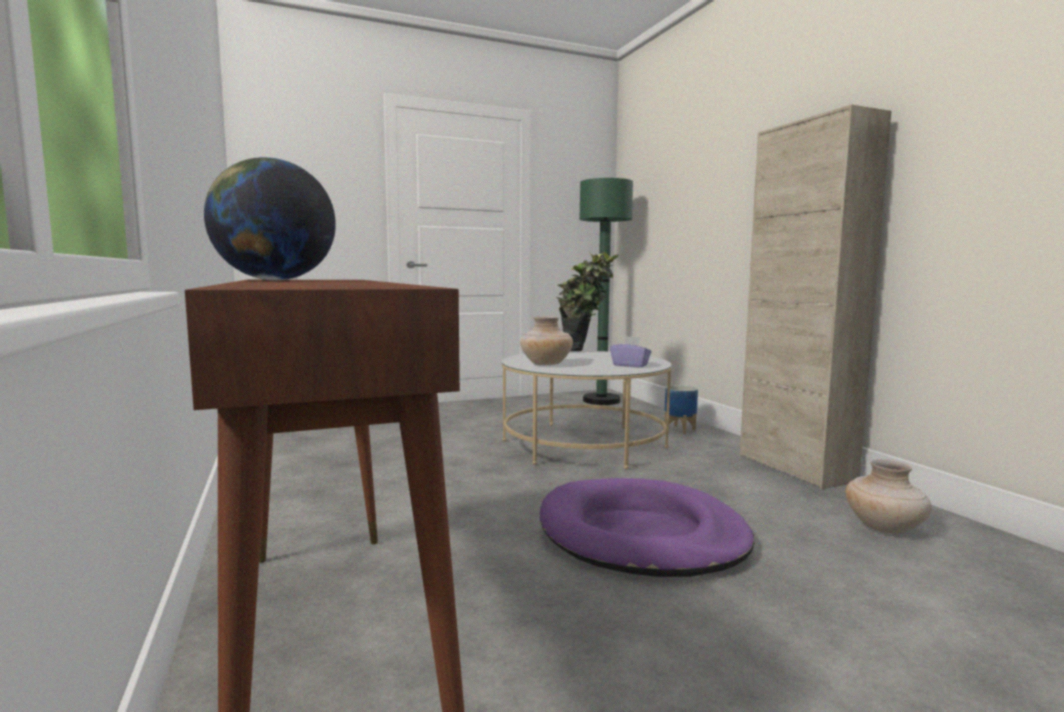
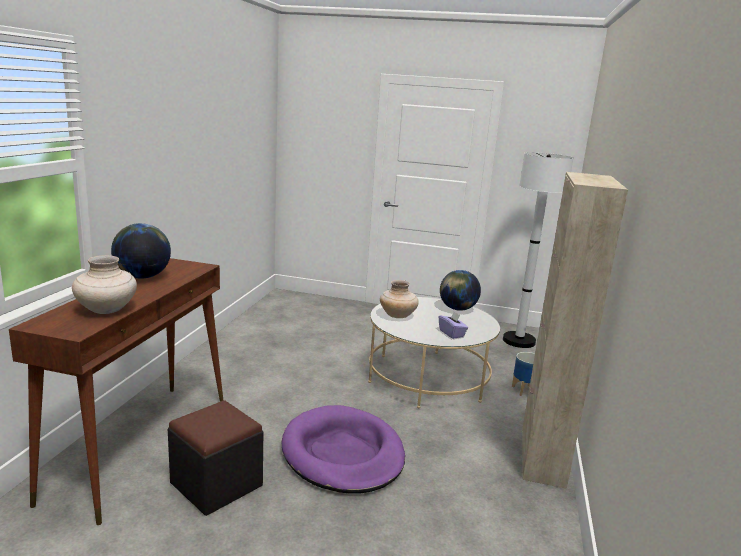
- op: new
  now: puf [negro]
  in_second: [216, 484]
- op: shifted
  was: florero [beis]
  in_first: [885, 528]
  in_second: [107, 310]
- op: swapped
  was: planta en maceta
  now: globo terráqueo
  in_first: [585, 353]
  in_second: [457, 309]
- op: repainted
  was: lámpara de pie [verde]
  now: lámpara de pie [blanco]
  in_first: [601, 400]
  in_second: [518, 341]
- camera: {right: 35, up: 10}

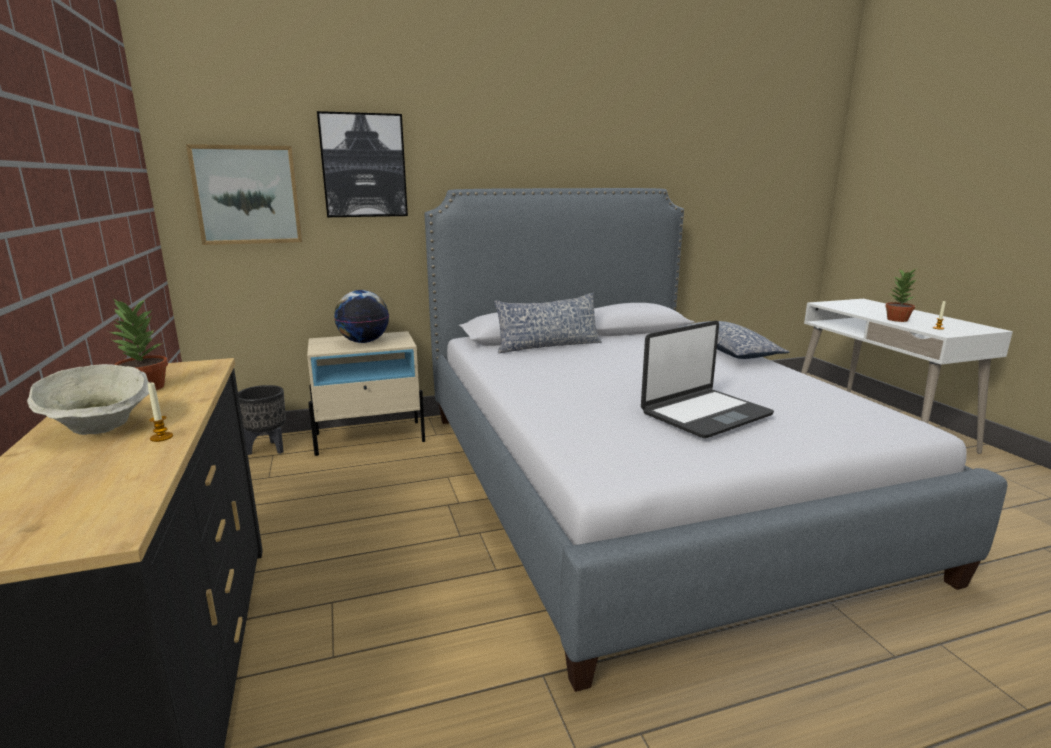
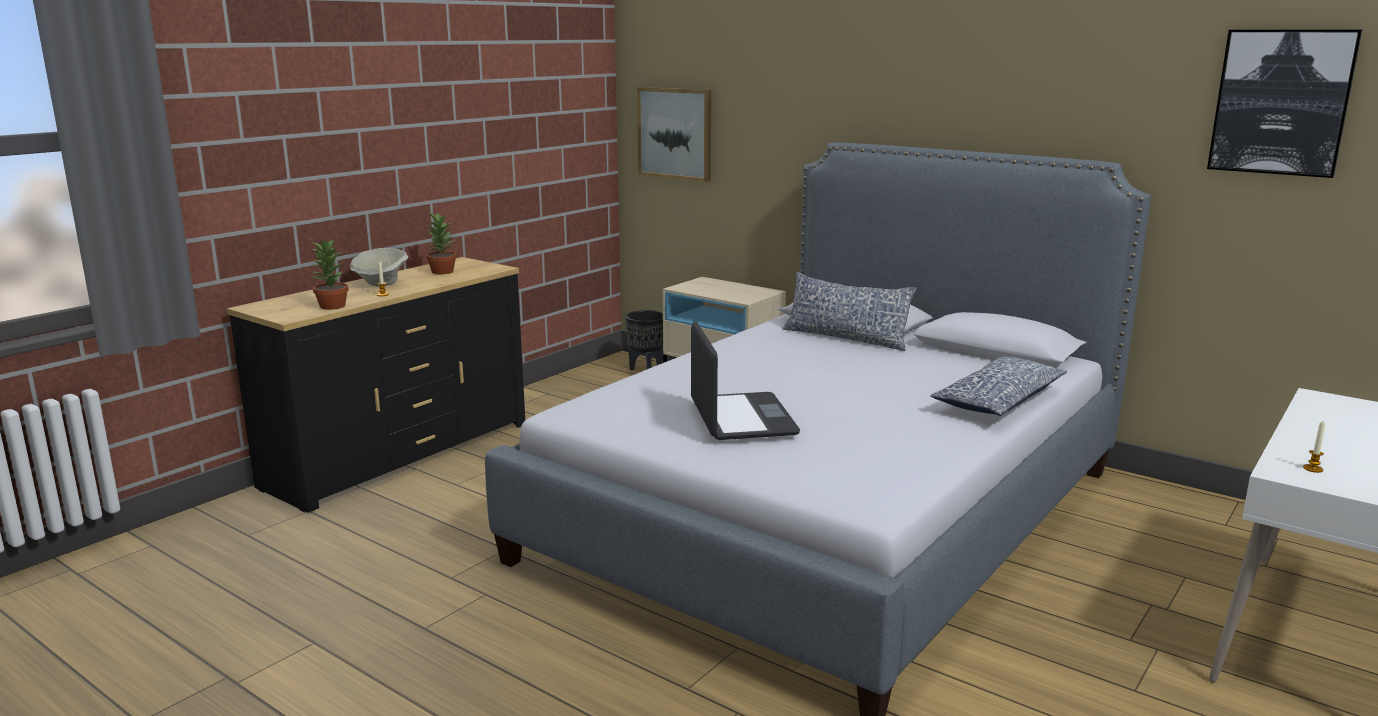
- op: gone
  was: globo terráqueo
  in_first: [364, 342]
- op: shifted
  was: cuadro
  in_first: [363, 166]
  in_second: [1281, 102]
- op: shifted
  was: planta en maceta
  in_first: [897, 320]
  in_second: [332, 306]
- op: rotated
  was: portátil
  in_first: [705, 414]
  in_second: [741, 418]
  clockwise: -120
- camera: {right: 55, up: 0}

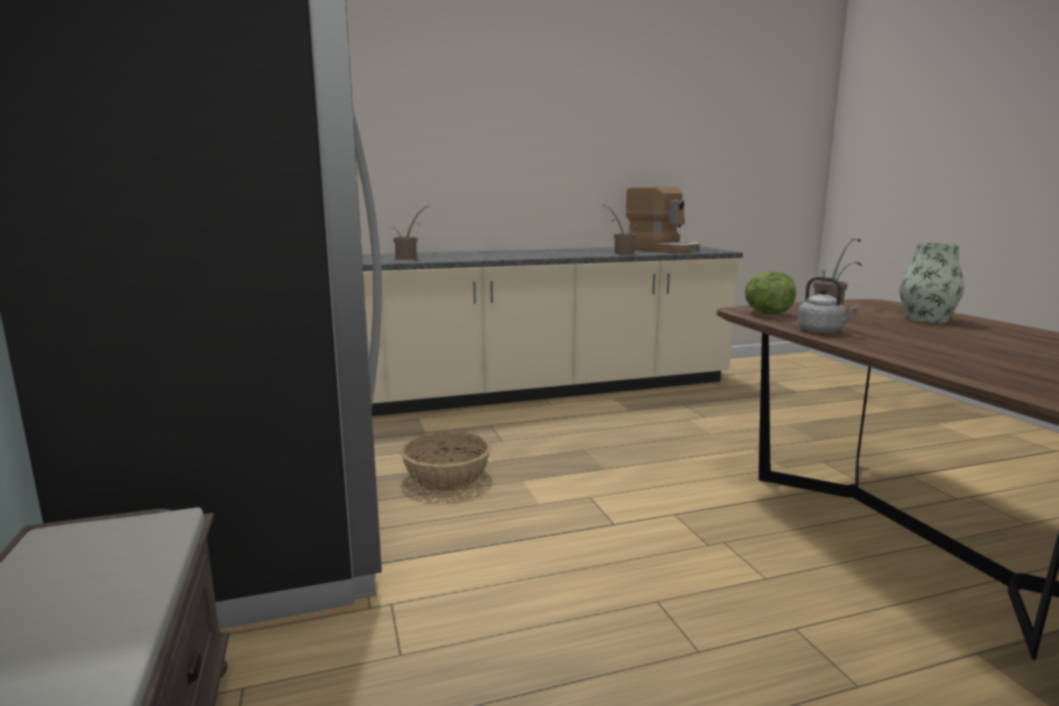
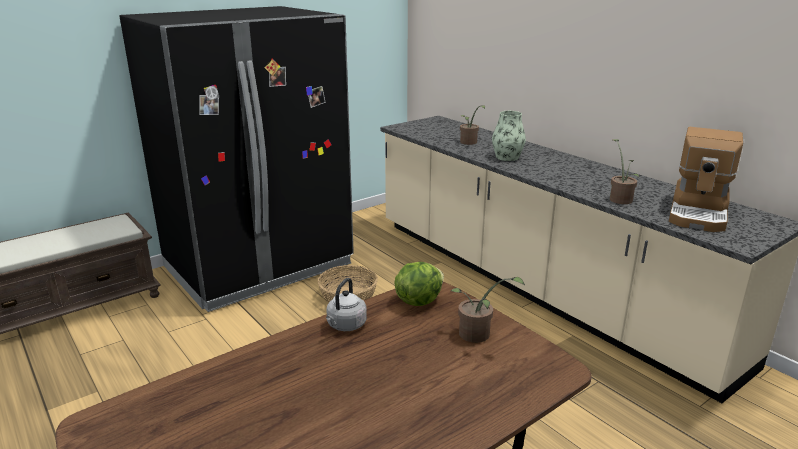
- op: shifted
  was: florero
  in_first: [926, 319]
  in_second: [507, 157]
- camera: {right: 70, up: 10}

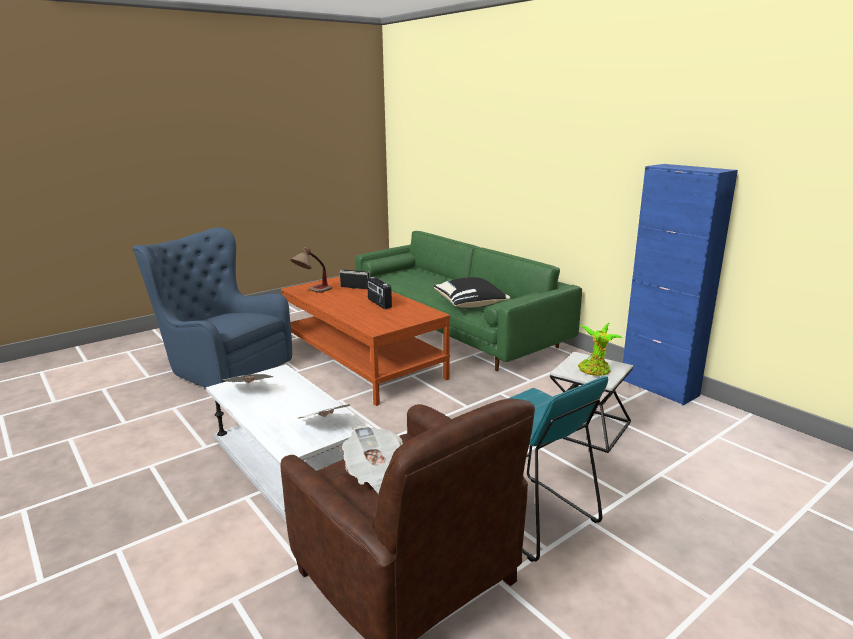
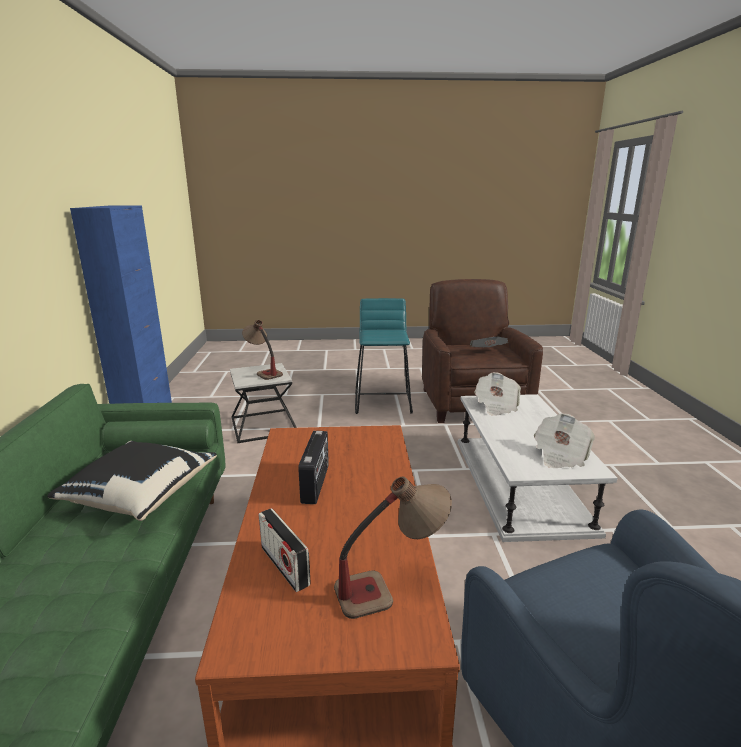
- op: swapped
  was: planta en maceta
  now: lámpara de mesa
  in_first: [595, 371]
  in_second: [263, 372]
- camera: {right: -145, up: 0}

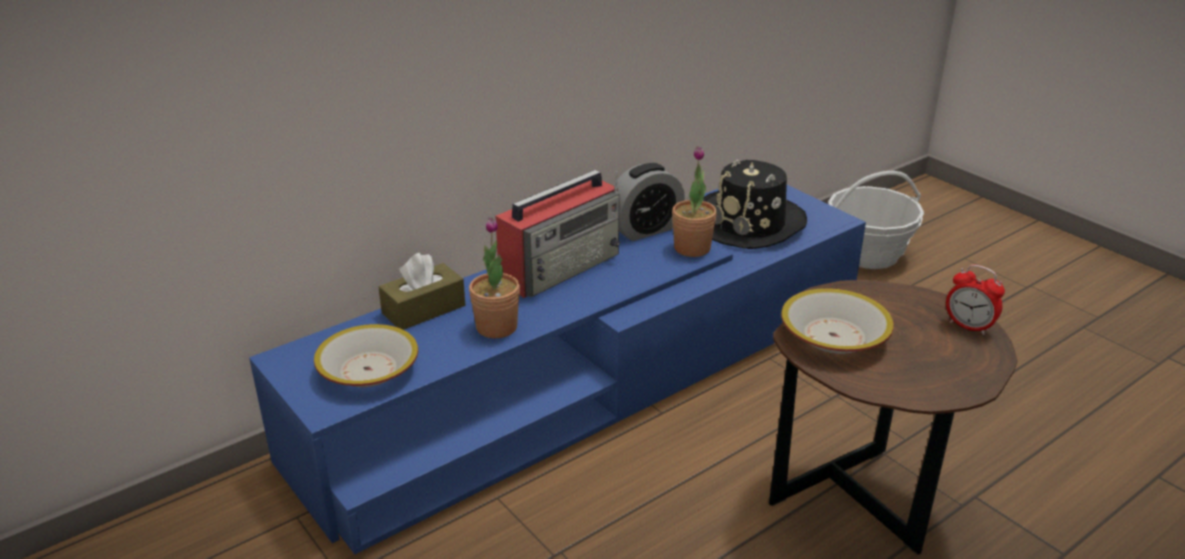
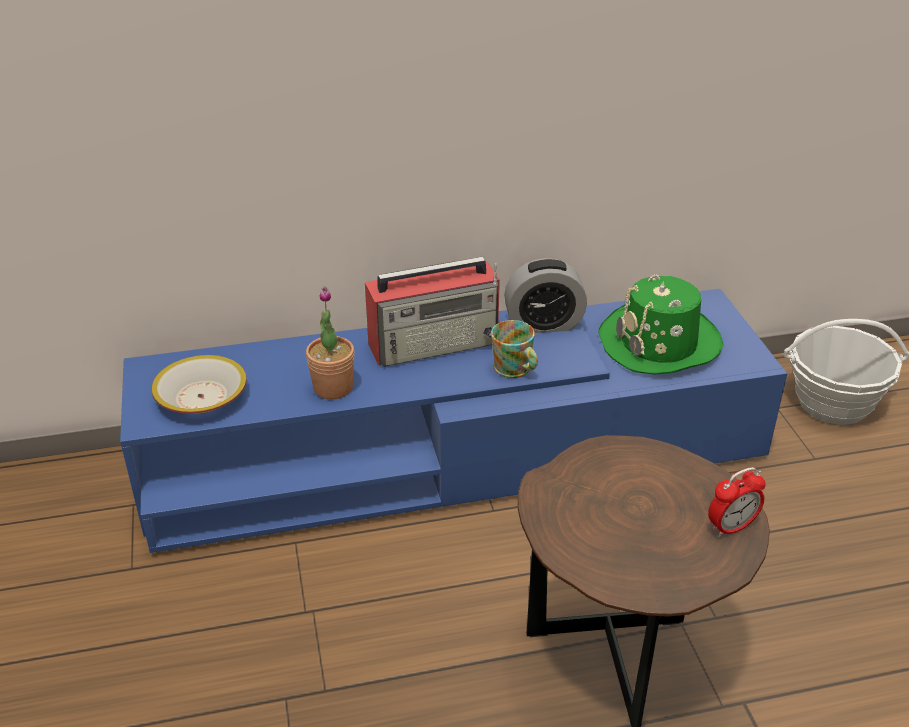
- op: gone
  was: caja de pañuelos [marrón]
  in_first: [423, 309]
- op: gone
  was: planta en maceta
  in_first: [692, 248]
- op: gone
  was: cuenco
  in_first: [833, 336]
- op: new
  now: taza grande
  in_second: [515, 370]
- op: repainted
  was: sombrero [negro]
  now: sombrero [verde]
  in_first: [750, 223]
  in_second: [660, 343]
- op: rotated
  was: despertador
  in_first: [968, 326]
  in_second: [731, 527]
  clockwise: -90
- camera: {right: 25, up: 5}

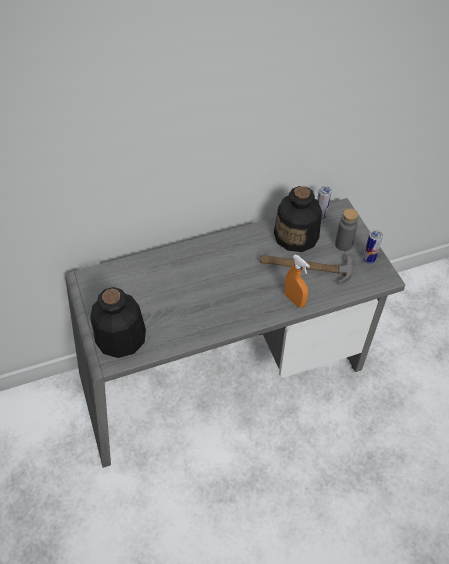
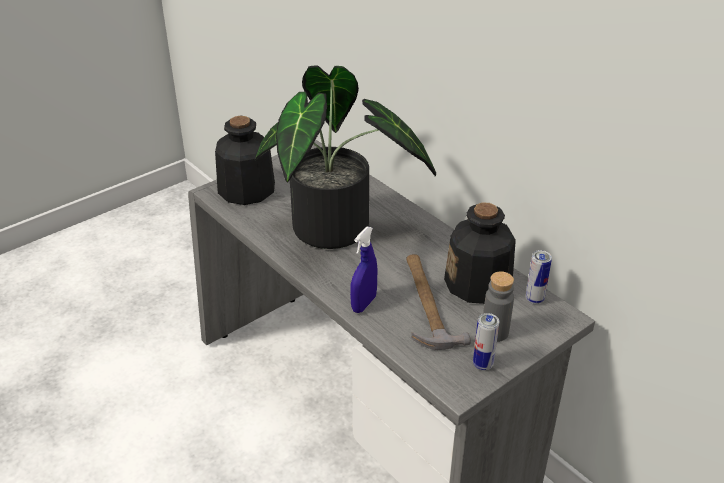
- op: new
  now: planta en maceta
  in_second: [338, 231]
- op: repainted
  was: pulverizador [naranja]
  now: pulverizador [azul]
  in_first: [294, 300]
  in_second: [364, 304]
- camera: {right: 70, up: -15}

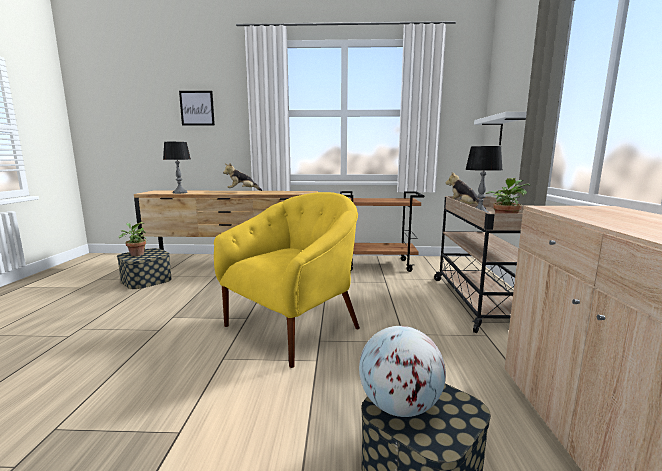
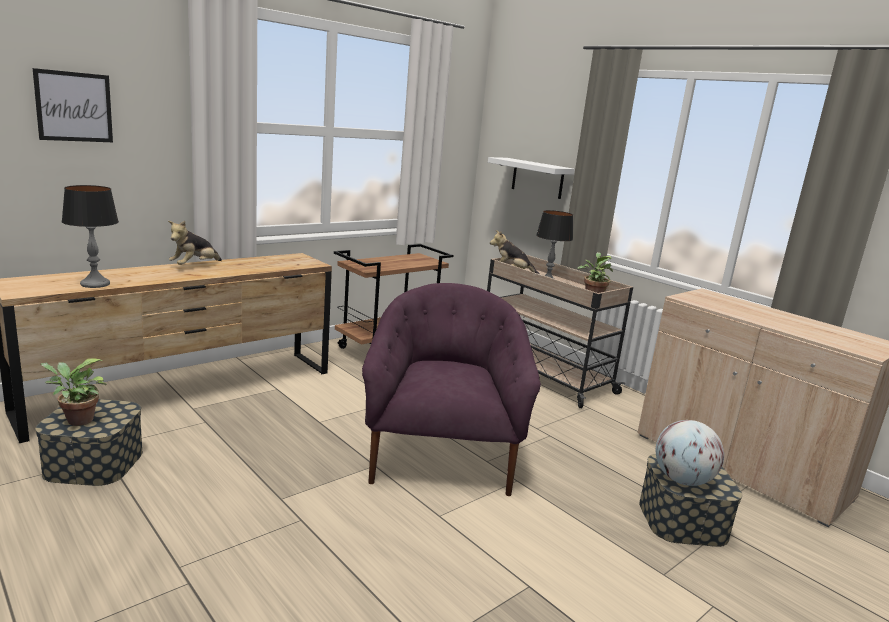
- op: repainted
  was: sillón [amarillo]
  now: sillón [morado]
  in_first: [293, 327]
  in_second: [441, 457]
- camera: {right: -45, up: 5}

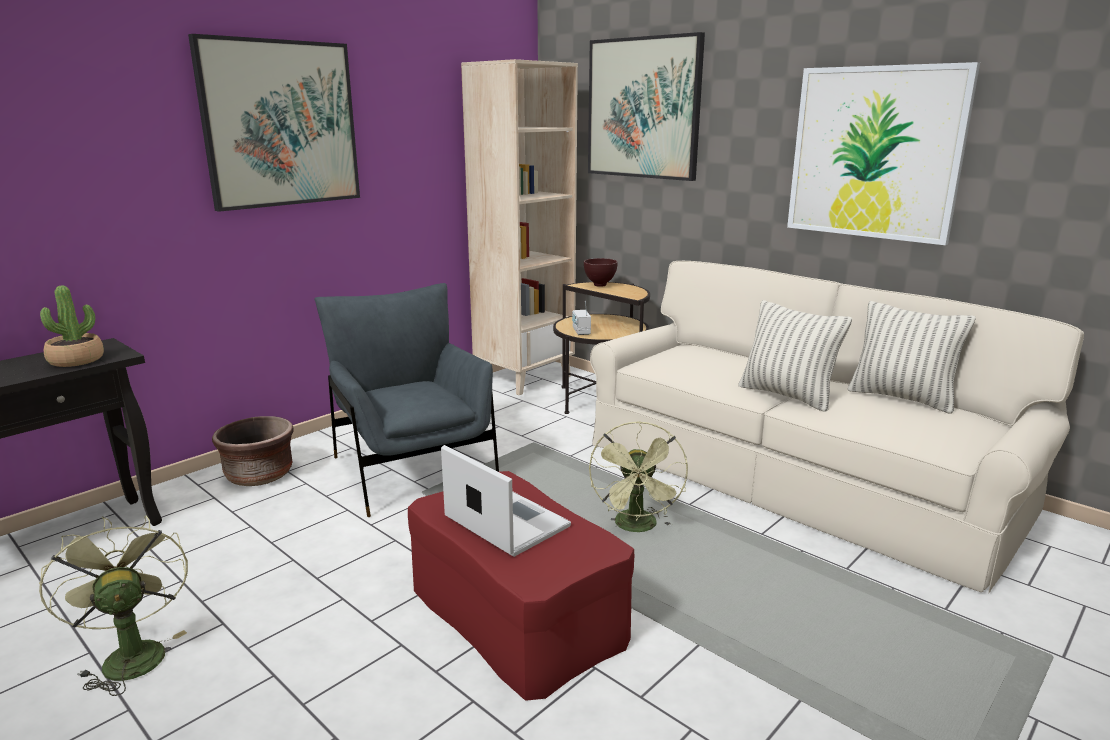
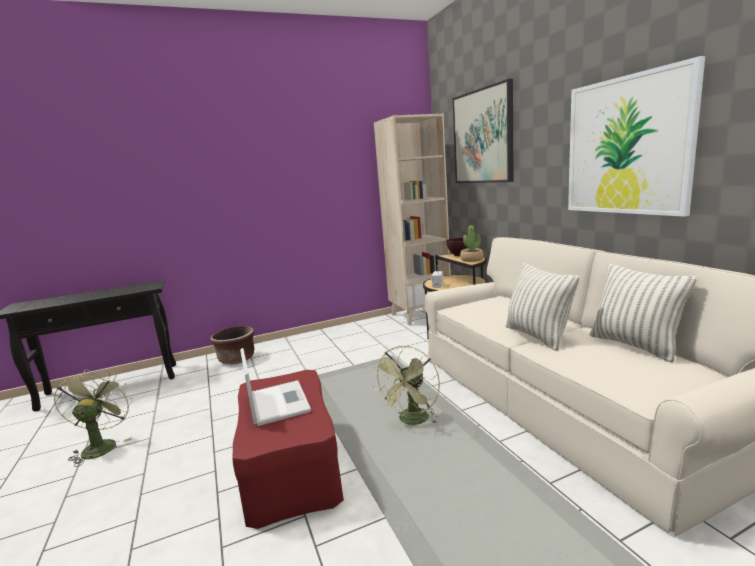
- op: gone
  was: cuadro
  in_first: [280, 124]
- op: gone
  was: sillón [gris]
  in_first: [413, 470]
- op: shifted
  was: planta en maceta
  in_first: [76, 360]
  in_second: [471, 259]
- camera: {right: 25, up: -5}

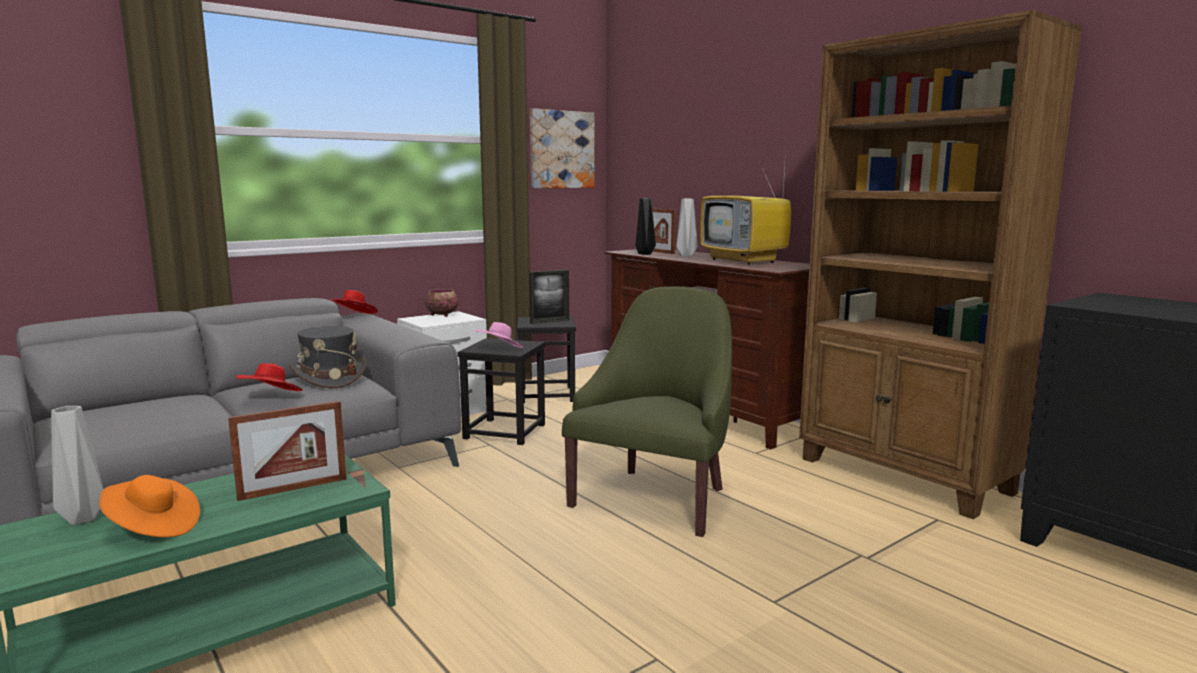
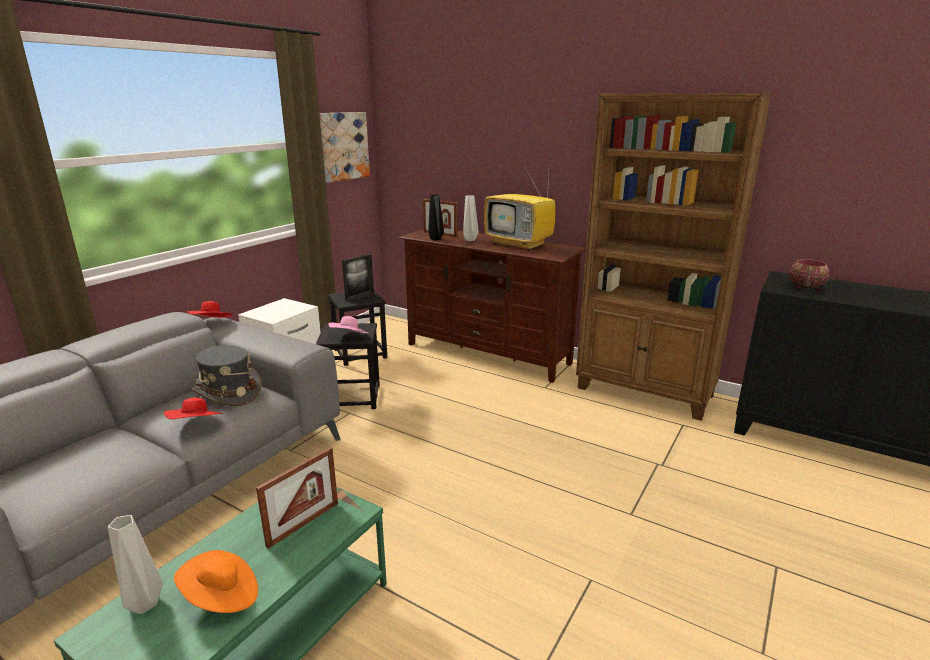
- op: gone
  was: sillón [verde]
  in_first: [655, 498]
- op: shifted
  was: cuenco
  in_first: [442, 315]
  in_second: [804, 288]
- camera: {right: -20, up: 10}

